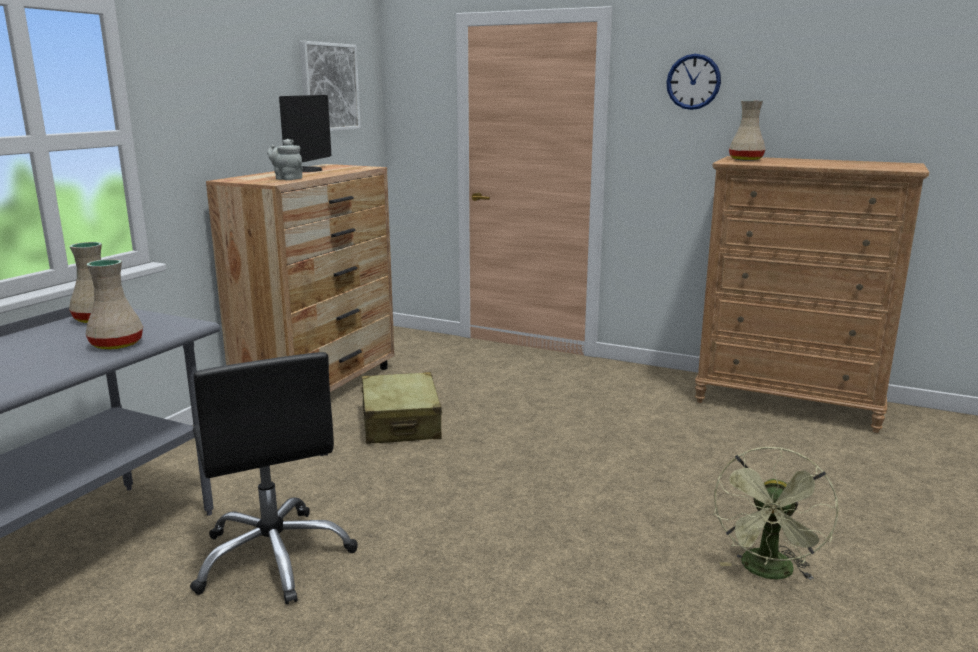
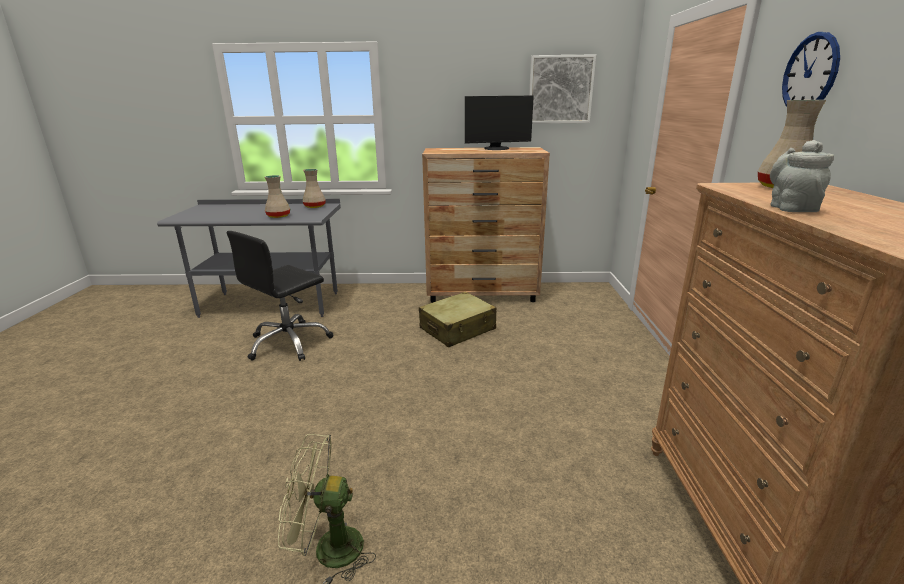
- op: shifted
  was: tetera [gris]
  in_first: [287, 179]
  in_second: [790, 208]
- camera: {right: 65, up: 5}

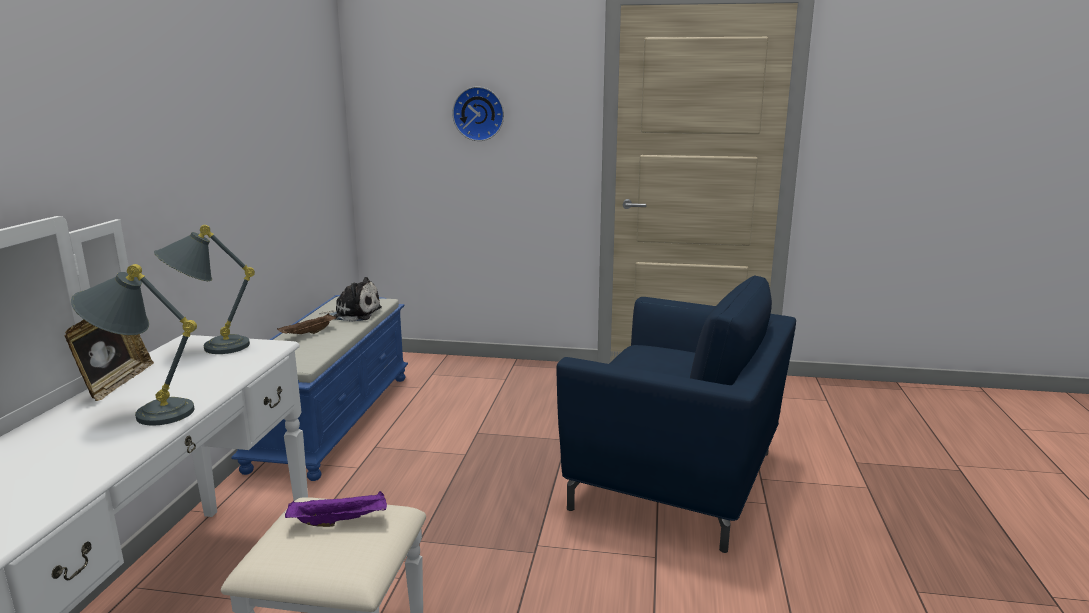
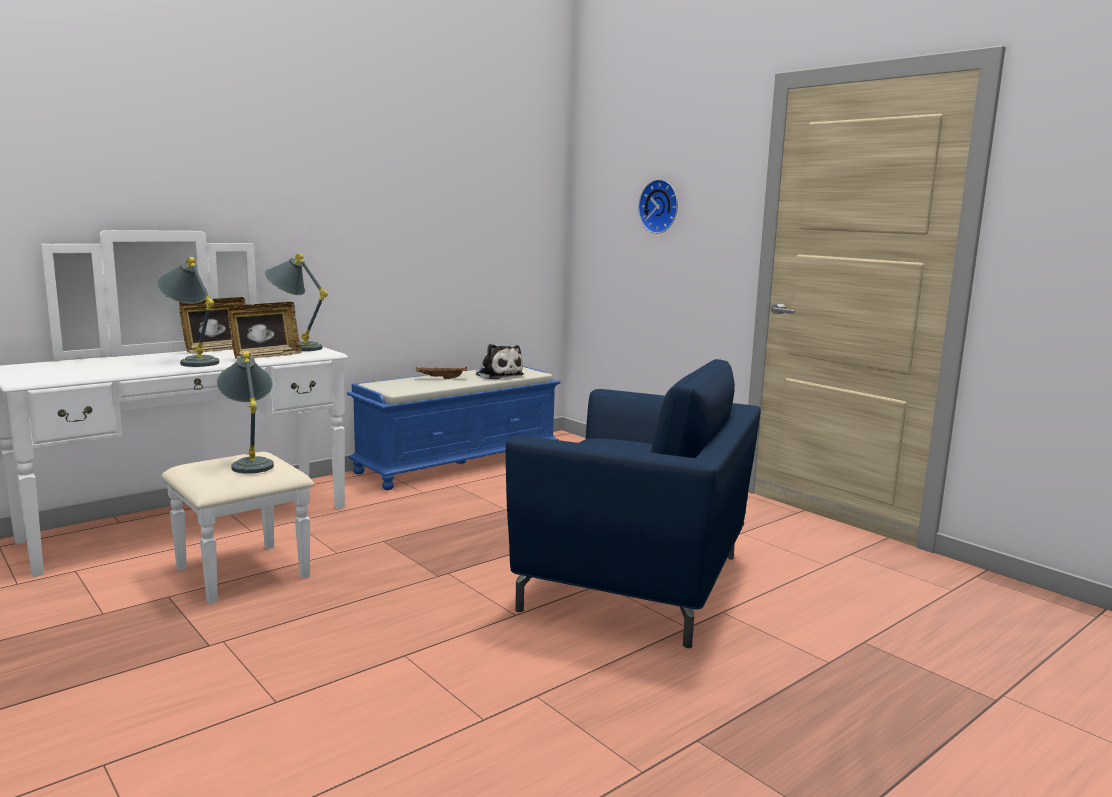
- op: new
  now: portarretratos
  in_second: [265, 356]
- op: swapped
  was: bandeja [morado]
  now: lámpara de mesa [gris]
  in_first: [340, 521]
  in_second: [251, 463]
- op: rotated
  was: sillón [azul]
  in_first: [678, 481]
  in_second: [637, 583]
  clockwise: -45
- camera: {right: 40, up: -5}

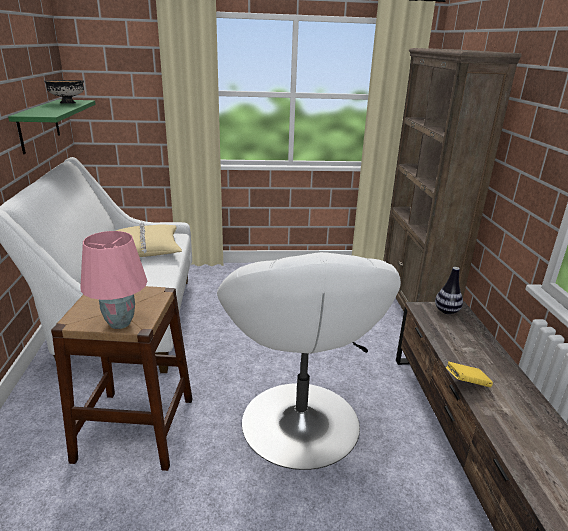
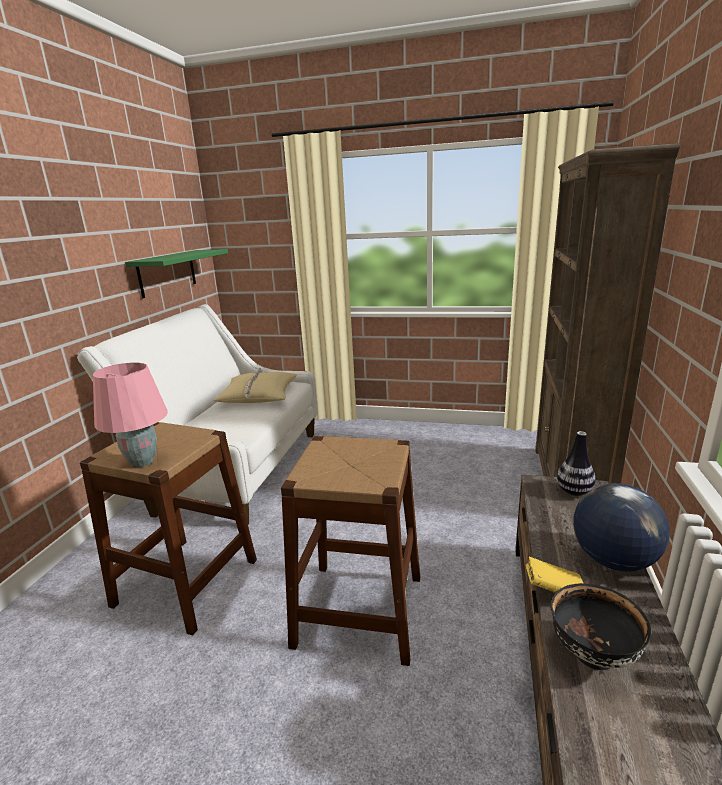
- op: new
  now: globo terráqueo
  in_second: [612, 560]
- op: shifted
  was: cuenco [negro]
  in_first: [67, 103]
  in_second: [592, 654]
- op: swapped
  was: sillón [blanco]
  now: taburete [marrón]
  in_first: [300, 424]
  in_second: [359, 610]
- camera: {right: 20, up: -5}

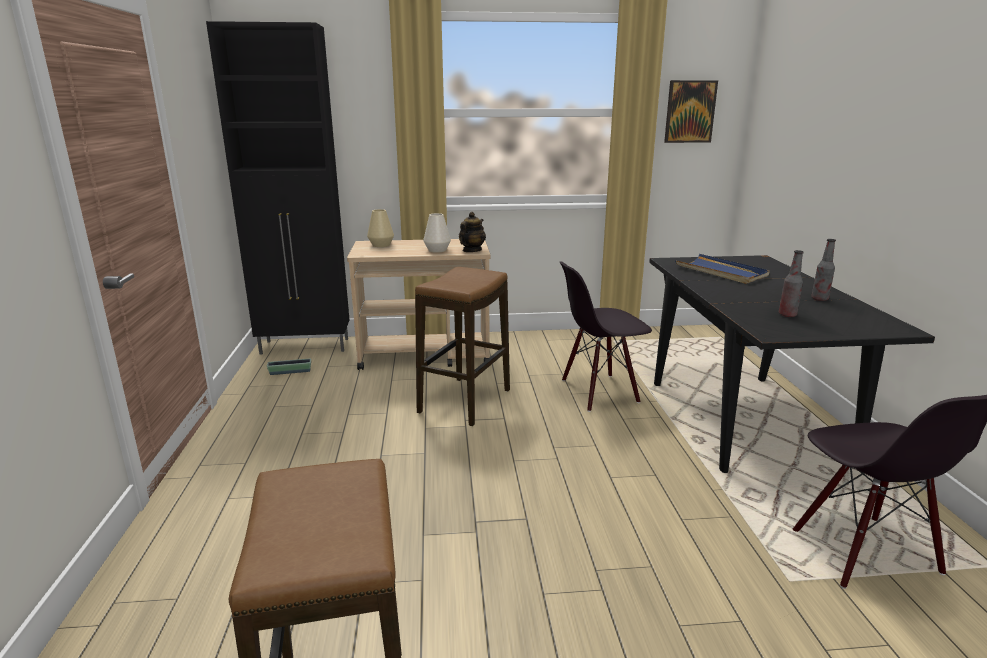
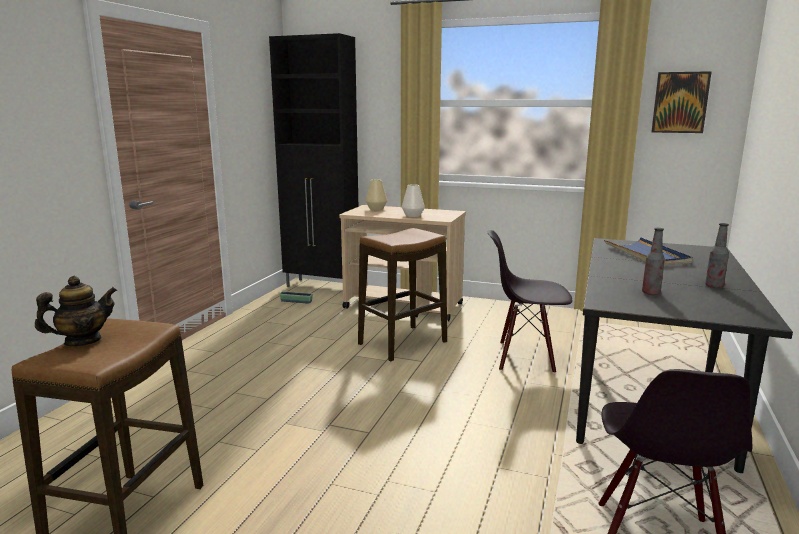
- op: shifted
  was: tetera
  in_first: [471, 250]
  in_second: [83, 341]
- camera: {right: 25, up: -5}

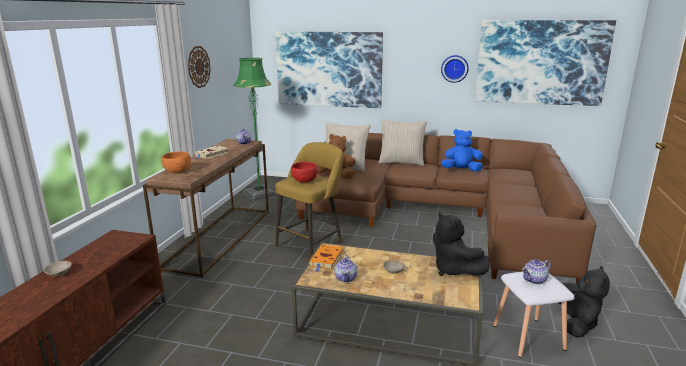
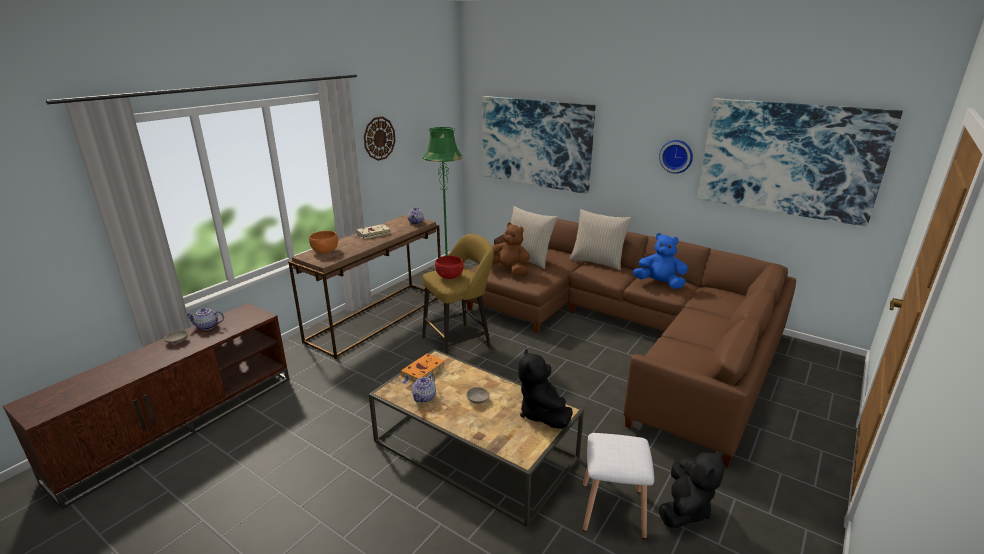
- op: shifted
  was: tetera
  in_first: [535, 280]
  in_second: [207, 327]
- camera: {right: 20, up: 5}

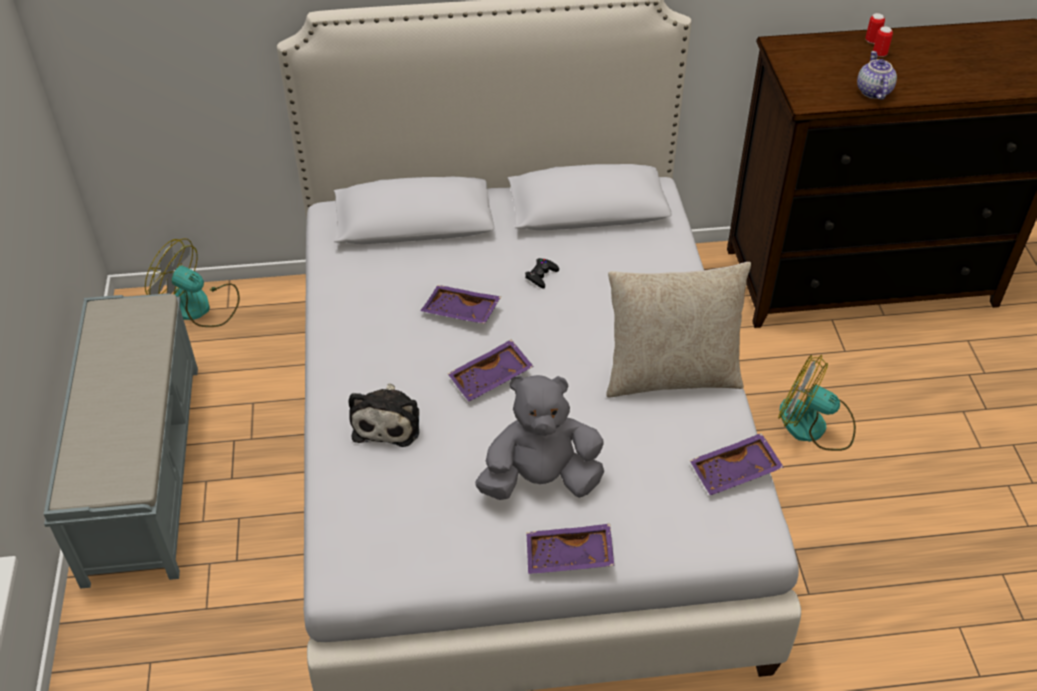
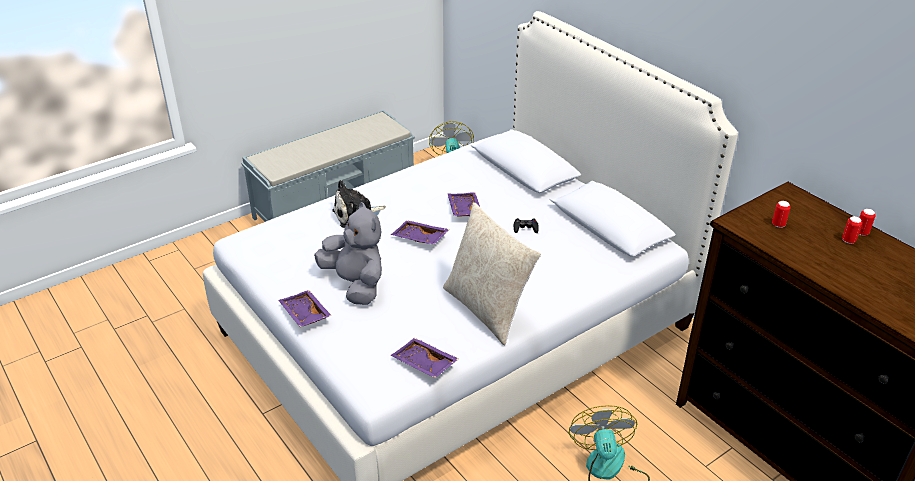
- op: gone
  was: tetera
  in_first: [872, 91]
- op: new
  now: lata
  in_second: [778, 224]
- camera: {right: 60, up: -10}

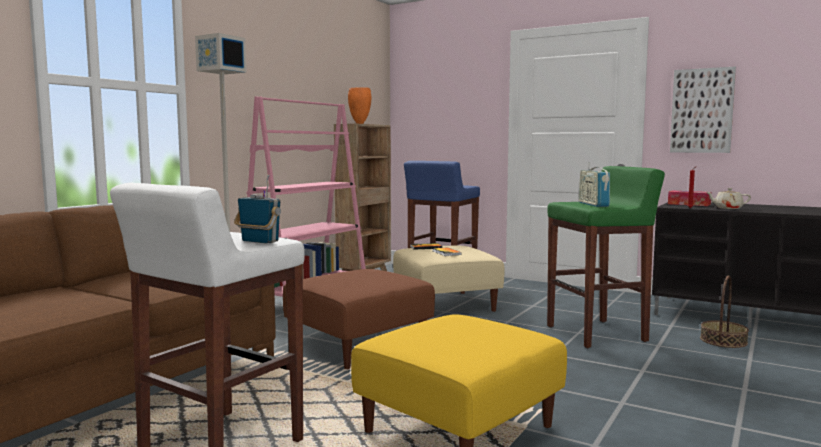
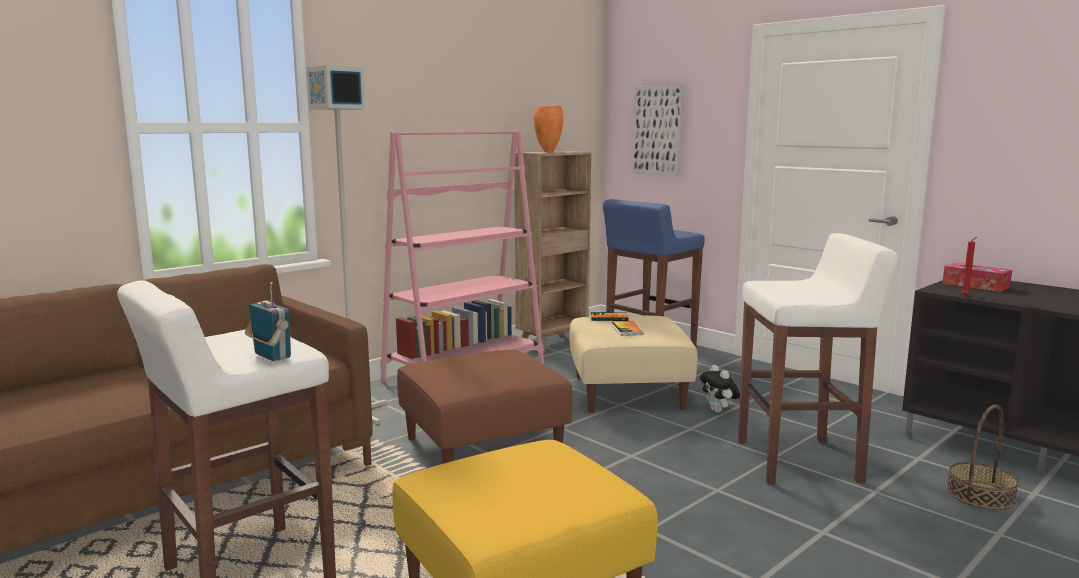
- op: gone
  was: radio
  in_first: [593, 204]
- op: gone
  was: tetera [beis]
  in_first: [727, 208]
- op: new
  now: peluche
  in_second: [719, 411]
- op: shifted
  was: cuadro
  in_first: [702, 111]
  in_second: [658, 130]
- op: repainted
  was: taburete [verde]
  now: taburete [blanco]
  in_first: [597, 333]
  in_second: [800, 461]
- camera: {right: 15, up: 5}

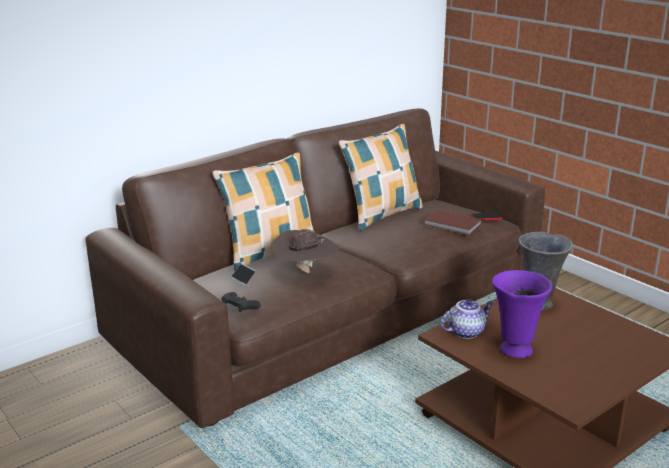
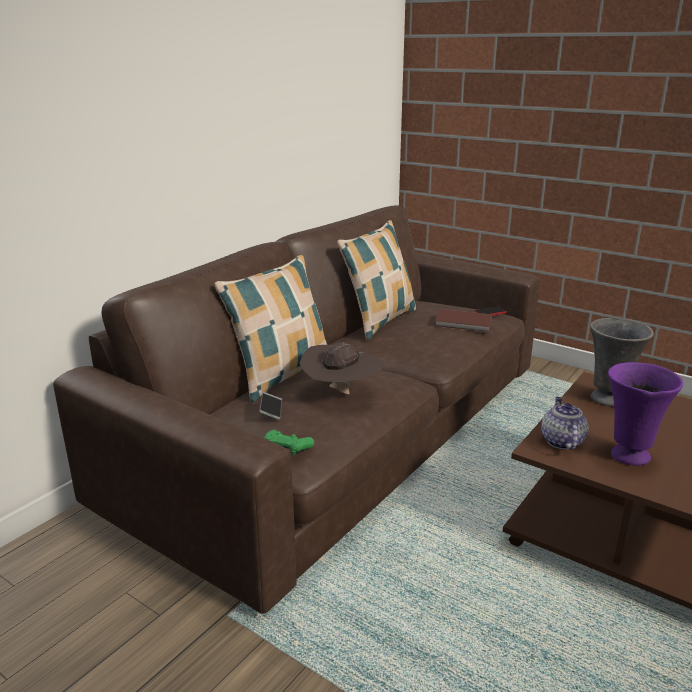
- op: repainted
  was: mando de consola [negro]
  now: mando de consola [verde]
  in_first: [239, 307]
  in_second: [287, 448]
- op: rotated
  was: tetera
  in_first: [466, 331]
  in_second: [561, 441]
  clockwise: -45
- camera: {right: -15, up: 0}

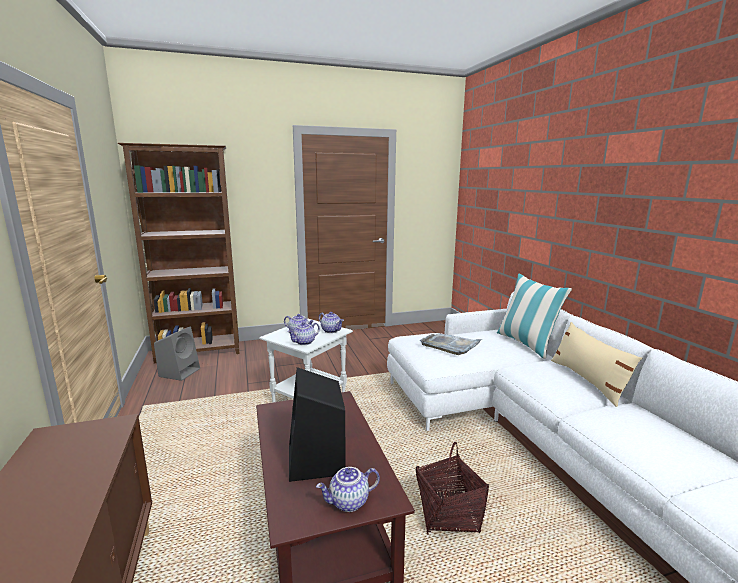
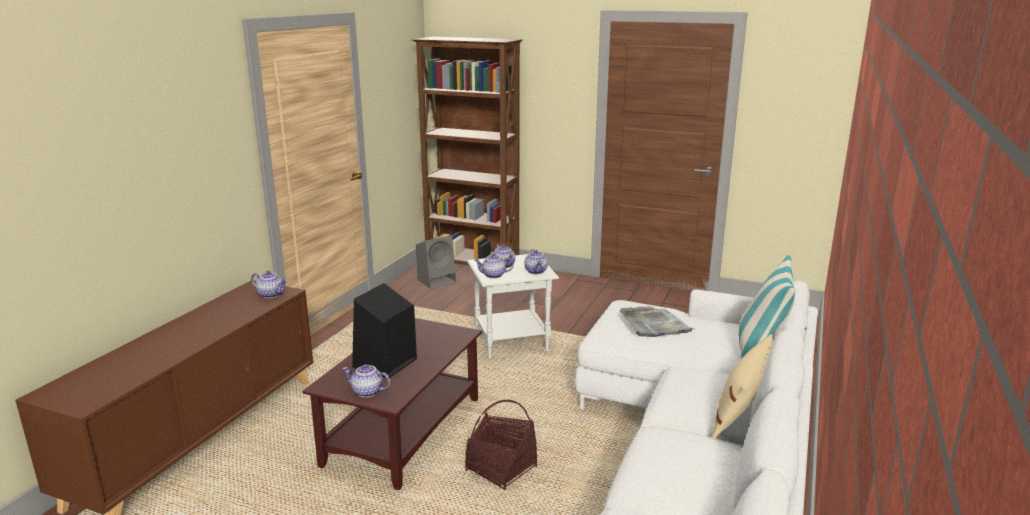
- op: new
  now: tetera
  in_second: [271, 294]
- camera: {right: 40, up: 5}

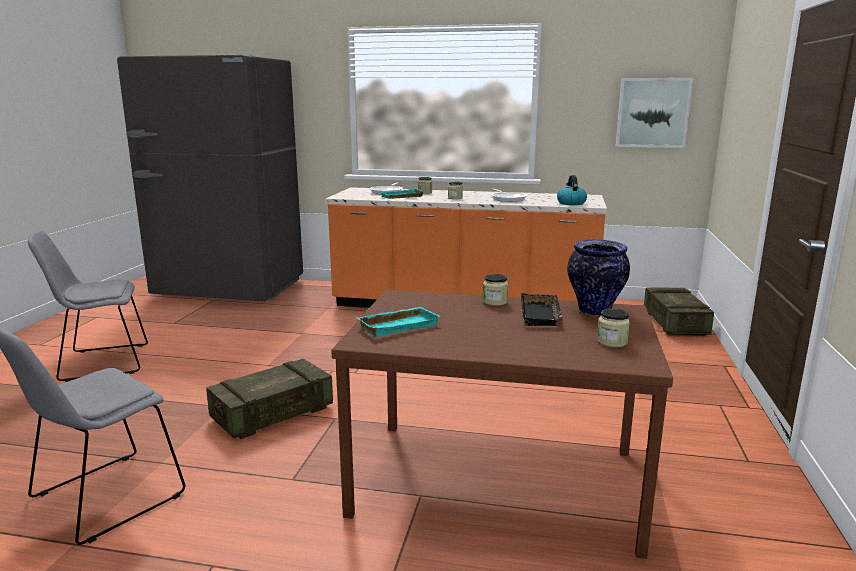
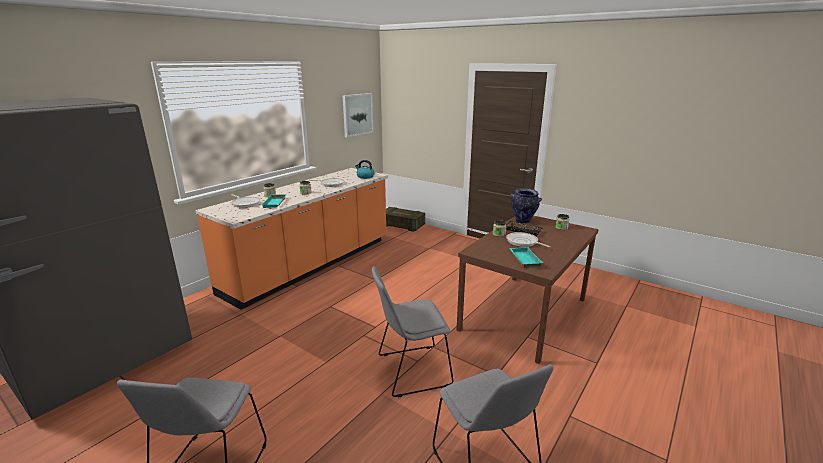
- op: new
  now: sartén
  in_second: [523, 242]
- op: swapped
  was: caja de embalaje
  now: silla [gris]
  in_first: [273, 414]
  in_second: [410, 371]
- camera: {right: -65, up: 5}

